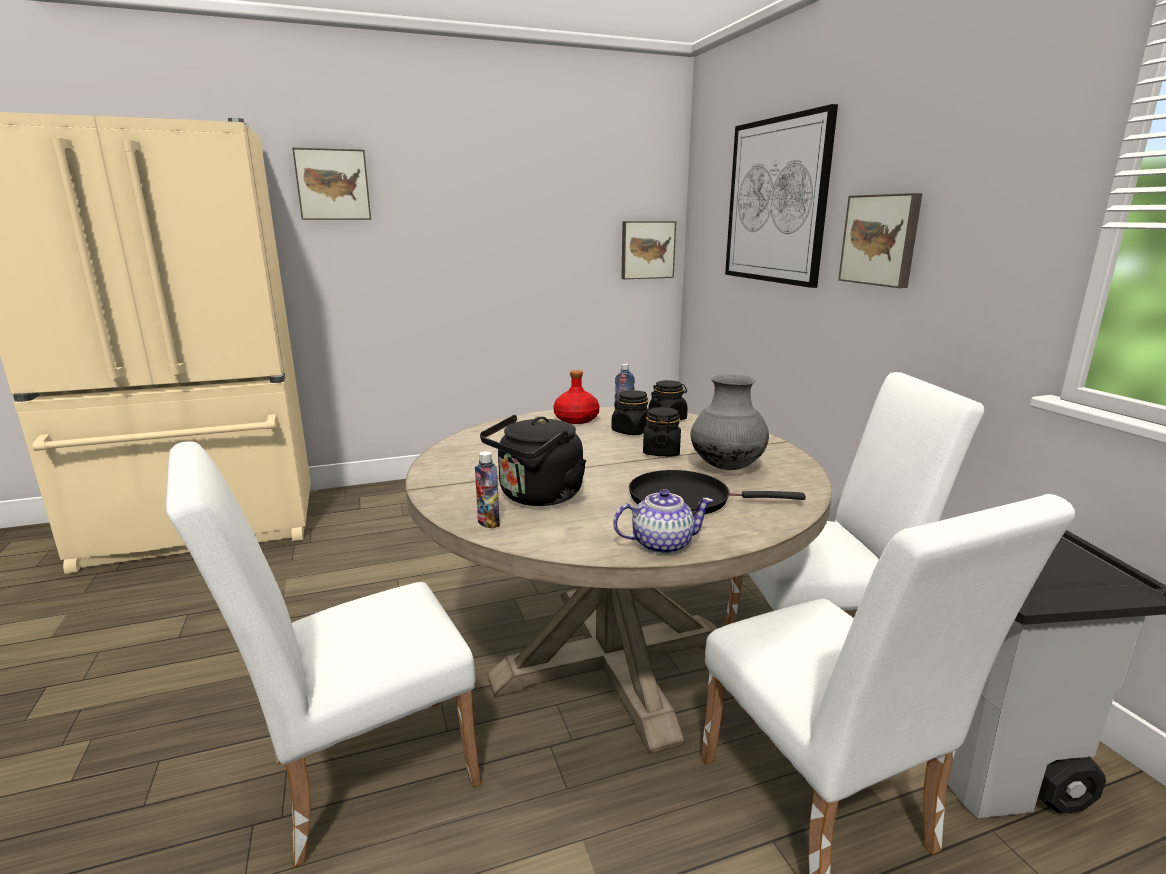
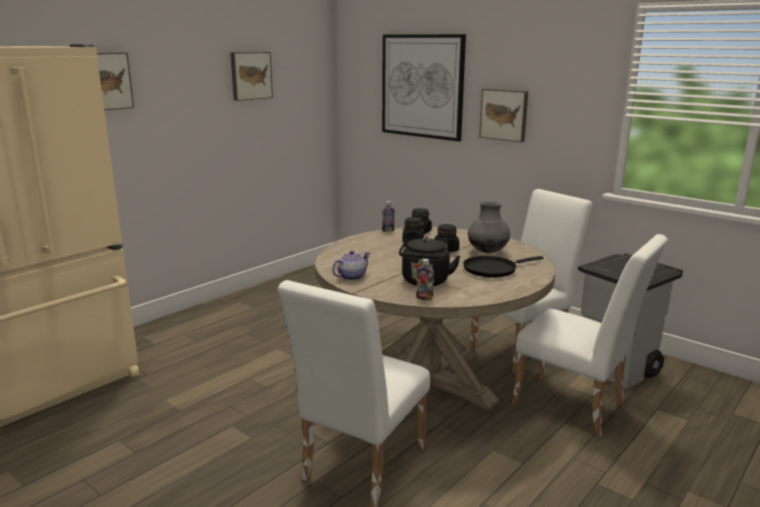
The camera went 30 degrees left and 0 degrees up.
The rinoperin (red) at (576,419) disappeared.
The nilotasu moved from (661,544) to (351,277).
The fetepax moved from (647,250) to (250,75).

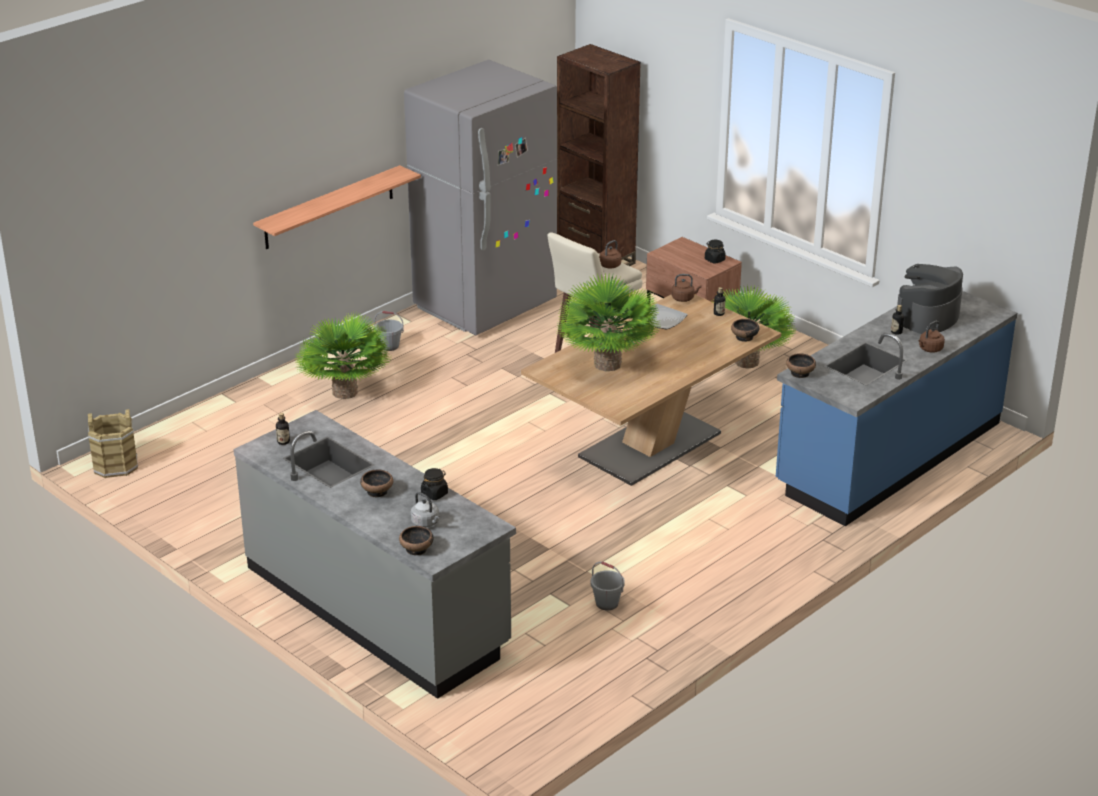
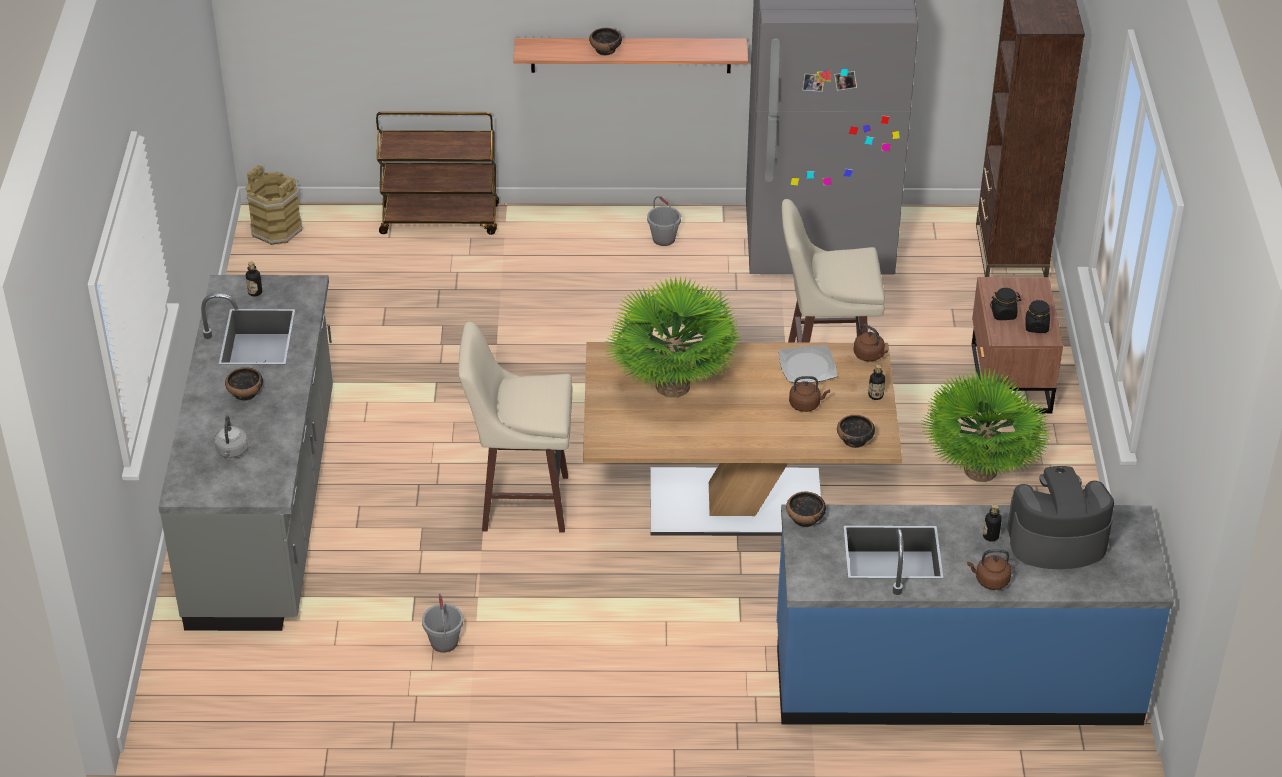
The camera went 45 degrees right and 10 degrees up.
The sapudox at (345,392) disappeared.
The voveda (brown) at (441,219) appeared.
The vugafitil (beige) at (521,502) appeared.
The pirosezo moved from (417,549) to (605,50).
The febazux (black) moved from (434,494) to (1003,314).
The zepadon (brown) moved from (611,265) to (806,404).

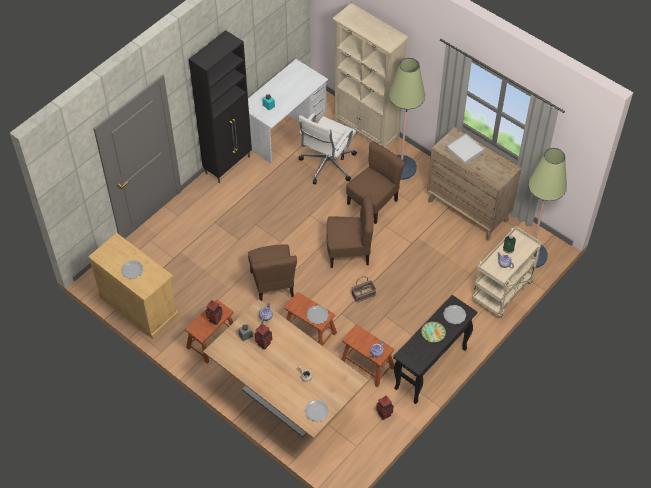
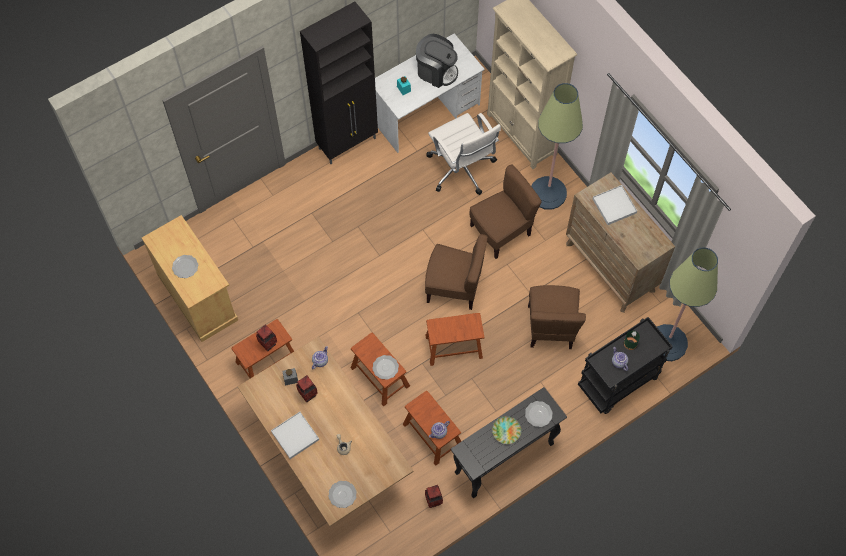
The camera went 15 degrees right and 10 degrees up.
The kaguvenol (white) at (295,435) appeared.
The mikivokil at (436,71) appeared.
The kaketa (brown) moved from (273,284) to (551,327).
The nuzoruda at (363,295) was replaced by the vugafitil (brown) at (454,346).
The voveda (beige) at (502,293) became the voveda (black) at (617,383).
The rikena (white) at (327,165) turned 75 degrees counterclockwise.

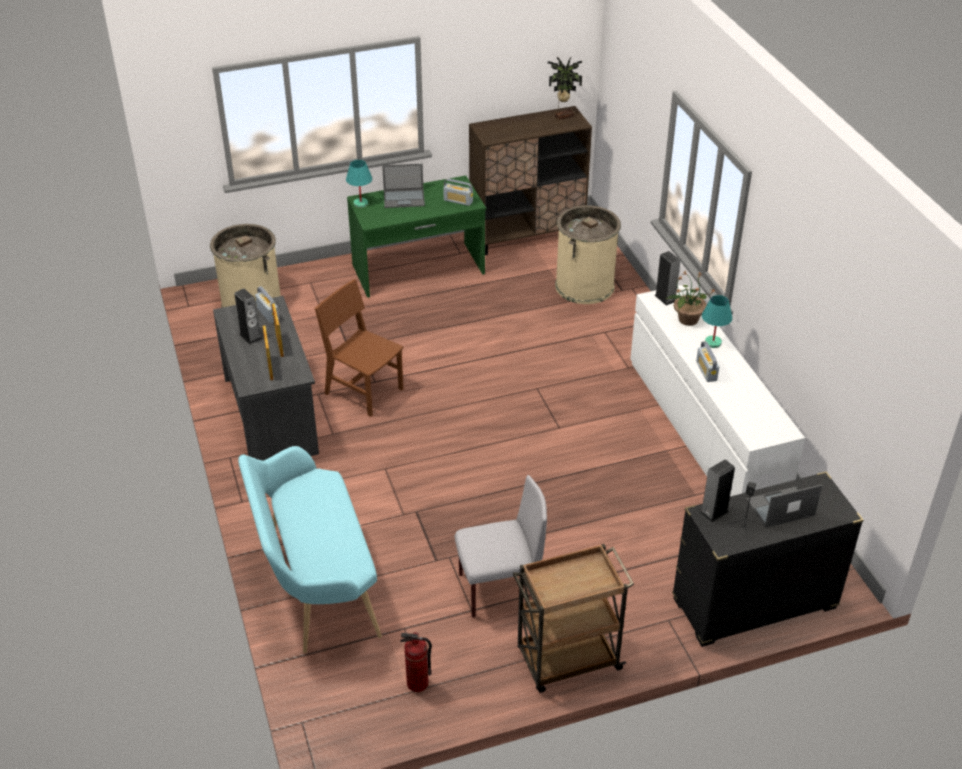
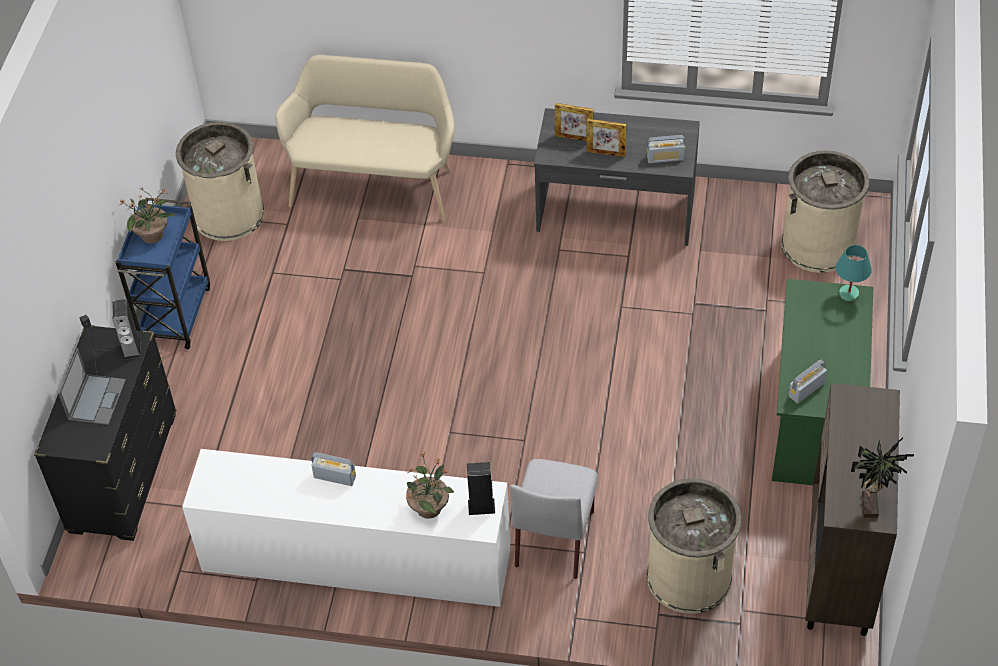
The camera went 120 degrees right and 10 degrees up.
The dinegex at (250,336) disappeared.
The kaketa (brown) at (364,391) disappeared.
The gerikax at (404,198) disappeared.
The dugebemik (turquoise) at (712,343) disappeared.
The sapudox at (153,235) appeared.
The kaketa (grey) moved from (500,589) to (555,537).
The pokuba at (417,683) was replaced by the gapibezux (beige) at (228,214).
The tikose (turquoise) at (315,585) became the tikose (beige) at (374,184).
The voveda (brown) at (567,660) became the voveda (blue) at (175,313).

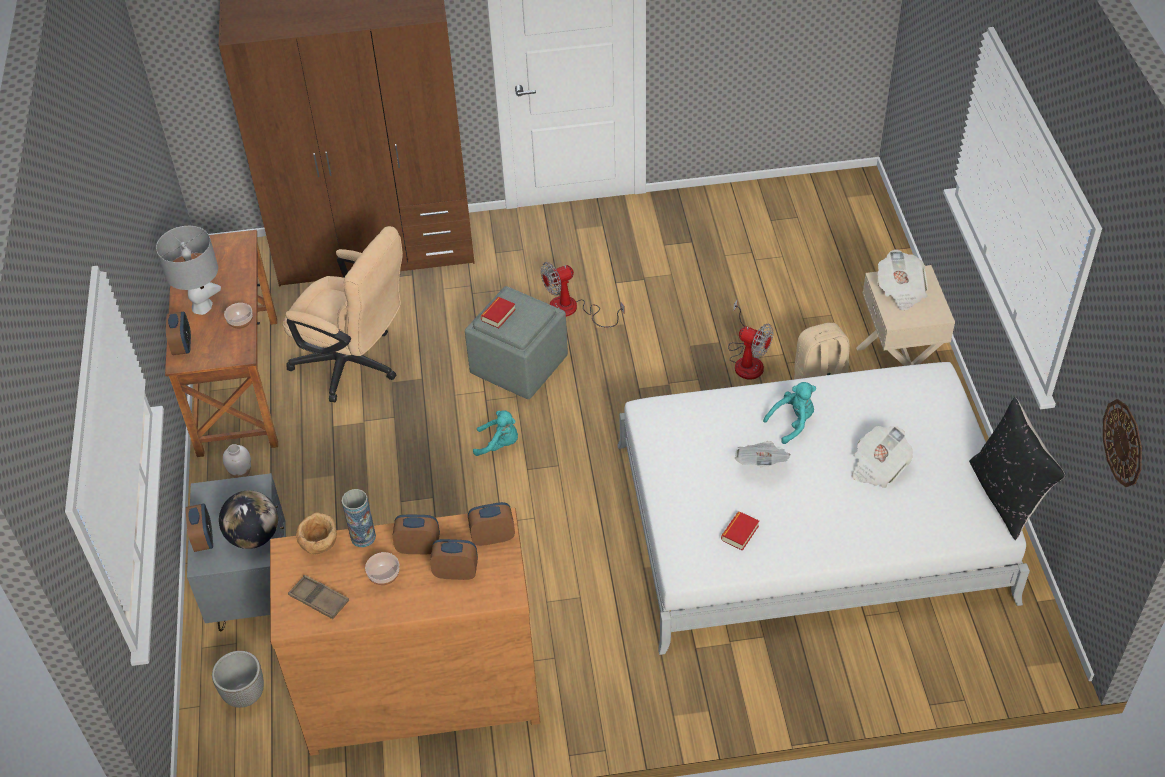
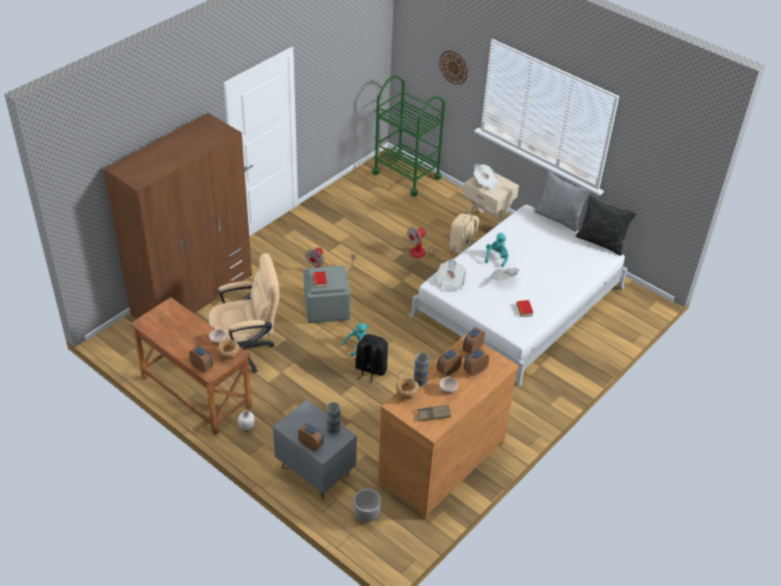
The camera went 45 degrees left and 5 degrees down.
The dugebemik (grey) at (202,306) disappeared.
The pirosezo (brown) at (229,356) appeared.
The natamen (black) at (370,370) appeared.
The voveda (green) at (406,175) appeared.
The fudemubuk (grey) at (558,218) appeared.
The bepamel moved from (878,467) to (450,282).
The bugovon moved from (1123,443) to (453,67).
The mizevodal at (254,536) was replaced by the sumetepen at (333,429).
The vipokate at (747,360) turned 150 degrees clockwise.

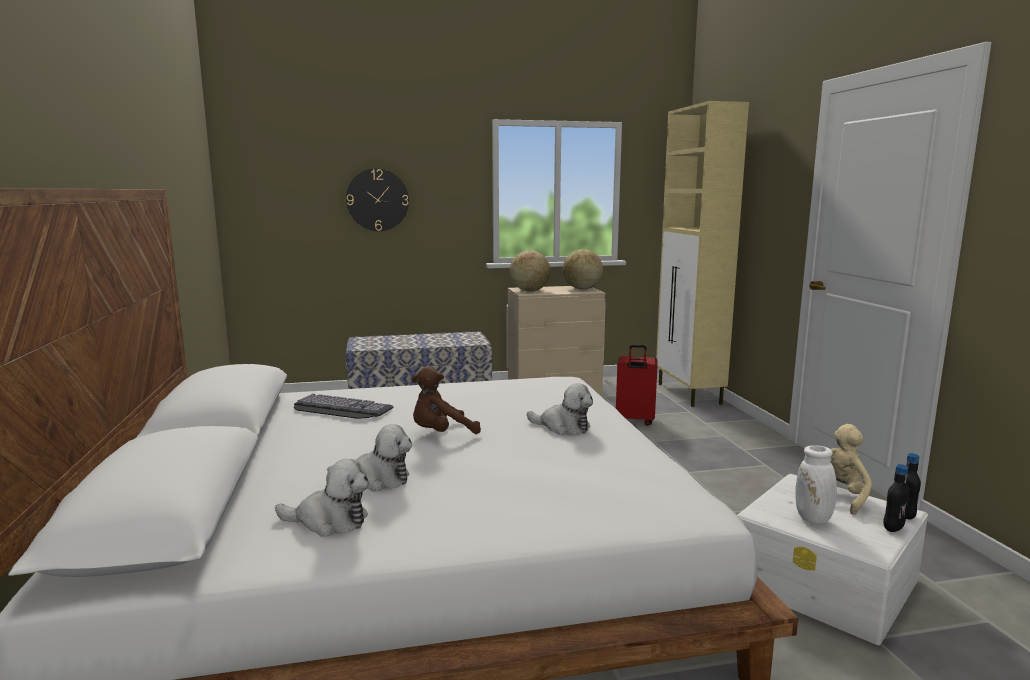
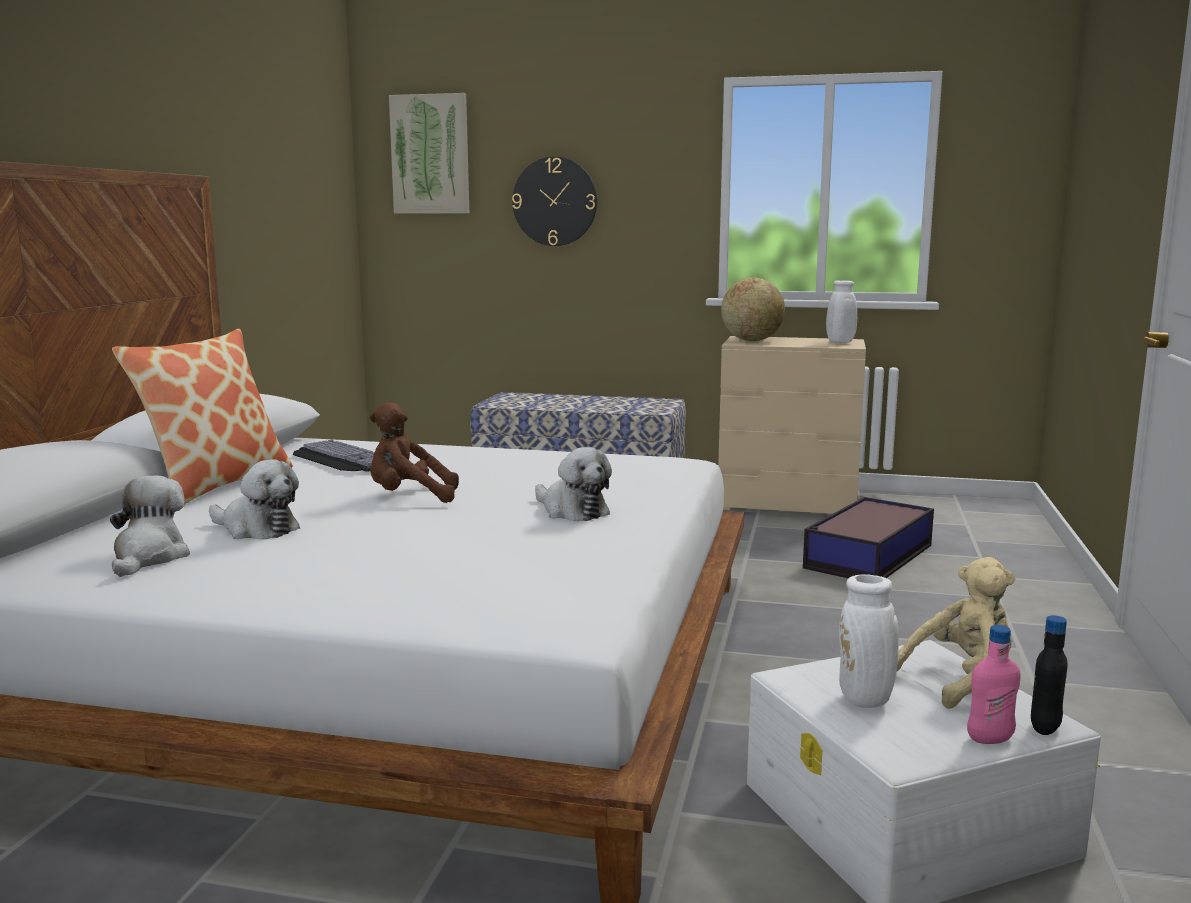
The camera went 25 degrees right and 0 degrees up.
The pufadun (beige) at (689,394) disappeared.
The fudemubuk at (215,484) appeared.
The fetepax at (430,154) appeared.
The mizevodal at (582,289) was replaced by the sumetepen (white) at (839,342).
The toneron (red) at (634,421) was replaced by the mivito at (867,557).
The rinoperin (black) at (893,528) became the rinoperin (pink) at (989,739).
The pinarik at (329,521) turned 120 degrees counterclockwise.

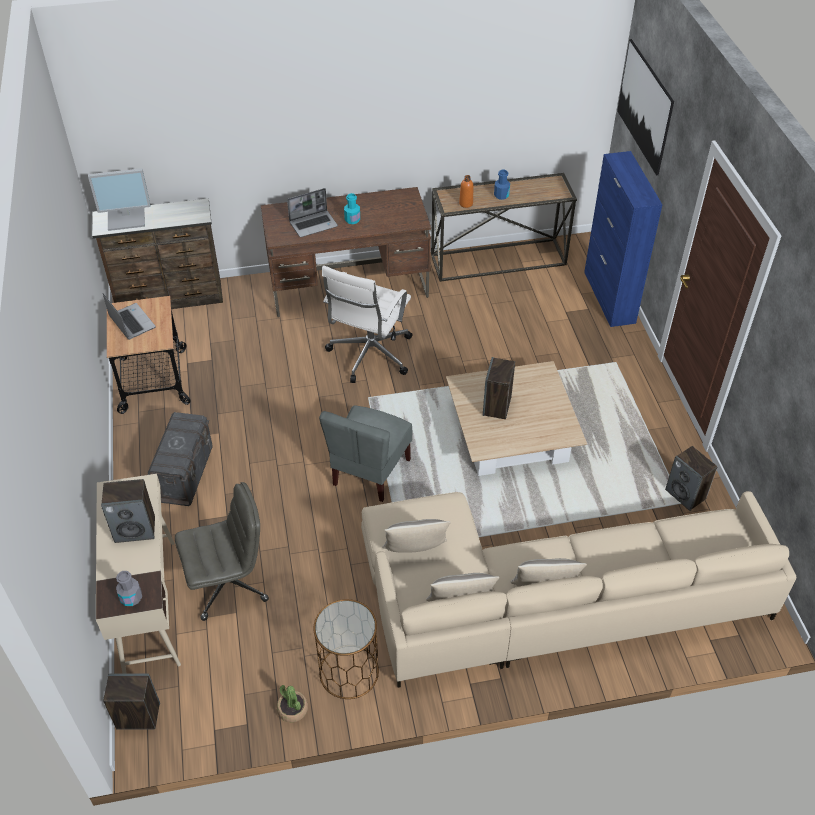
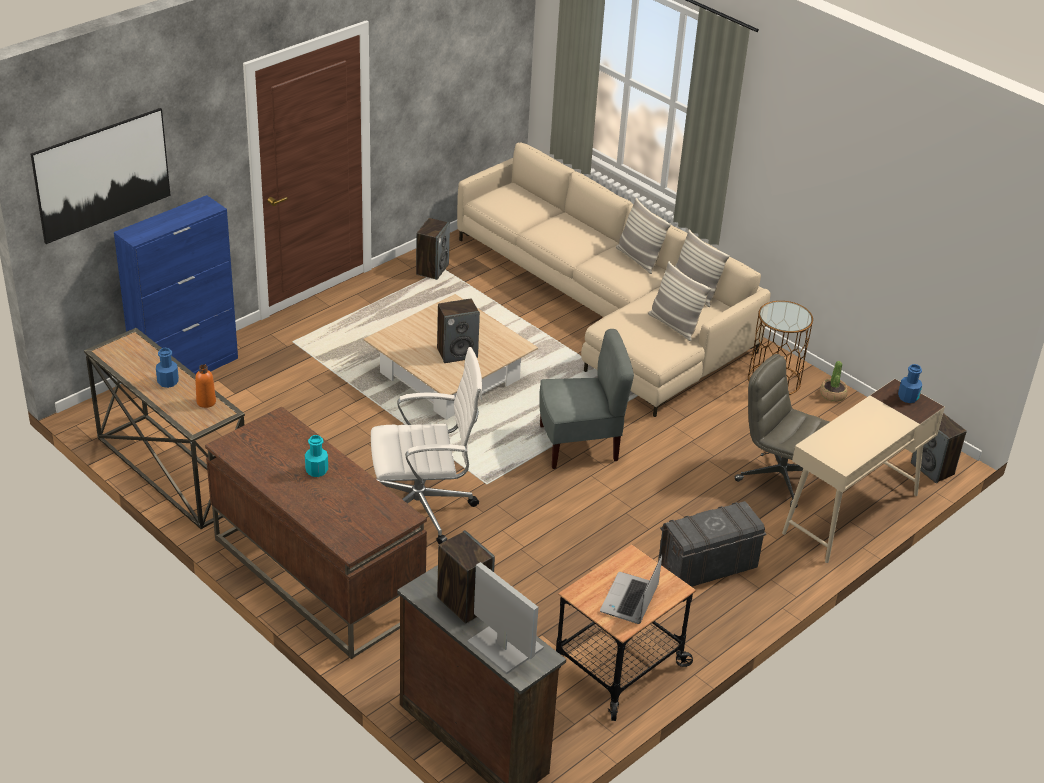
The camera went 125 degrees left and 10 degrees down.
The gerikax at (314,224) disappeared.
The dinegex moved from (135,529) to (463,603).
The rinoperin (grey) at (131,598) became the rinoperin (blue) at (908,397).

